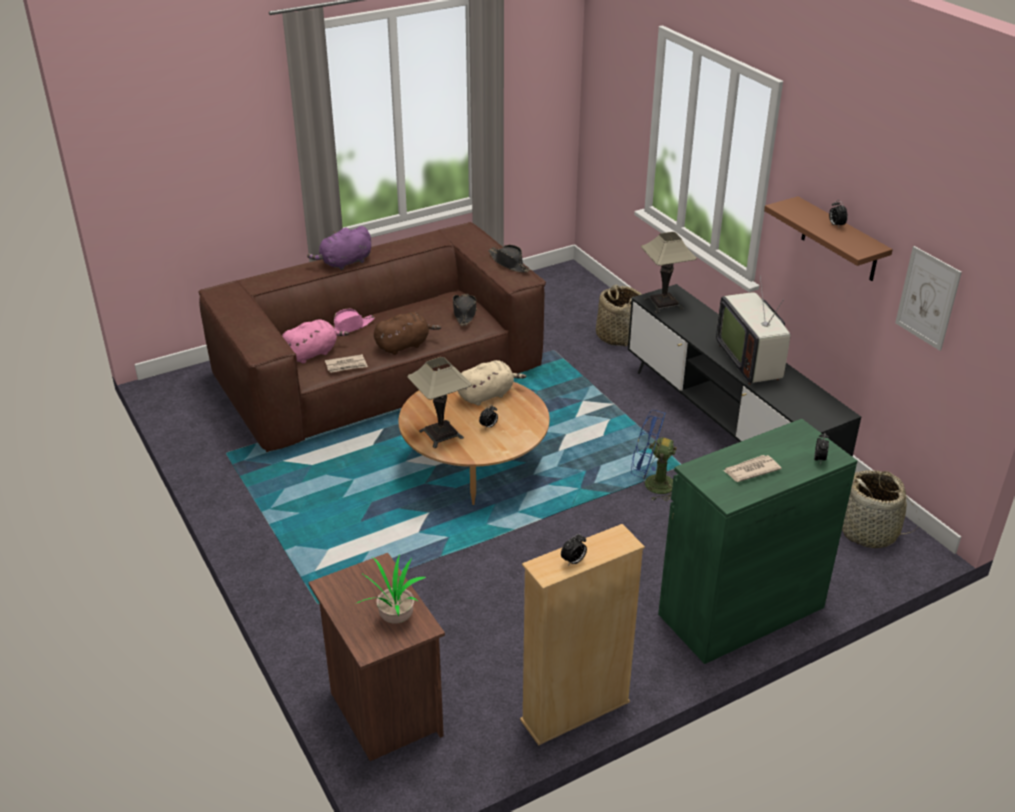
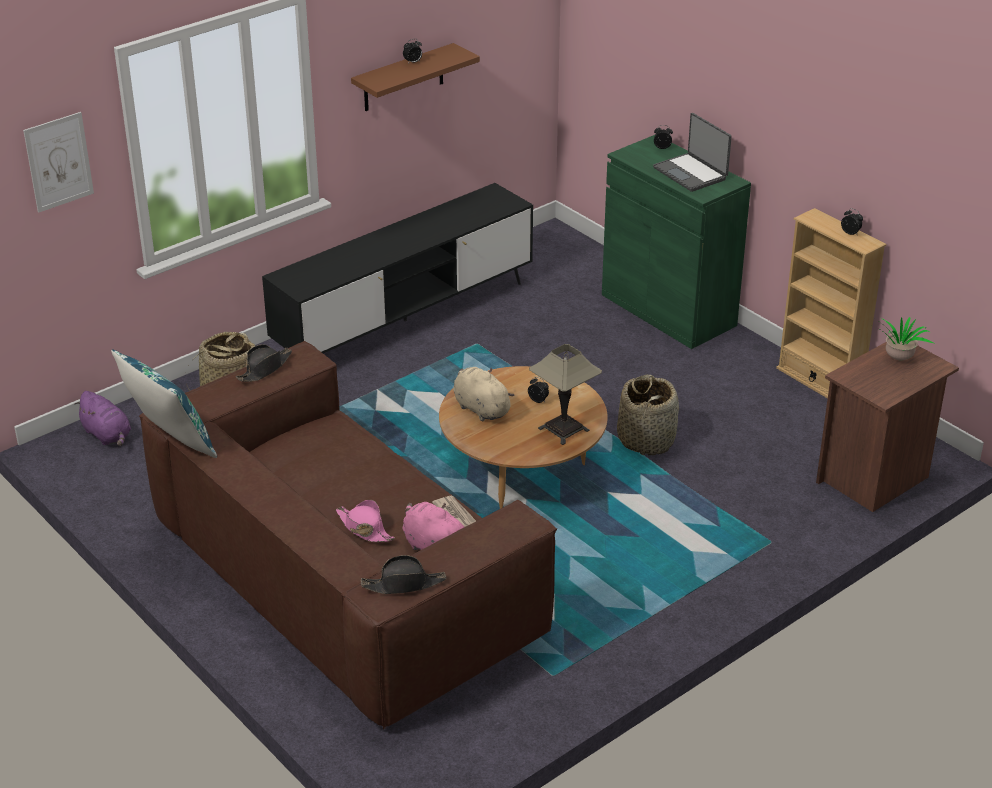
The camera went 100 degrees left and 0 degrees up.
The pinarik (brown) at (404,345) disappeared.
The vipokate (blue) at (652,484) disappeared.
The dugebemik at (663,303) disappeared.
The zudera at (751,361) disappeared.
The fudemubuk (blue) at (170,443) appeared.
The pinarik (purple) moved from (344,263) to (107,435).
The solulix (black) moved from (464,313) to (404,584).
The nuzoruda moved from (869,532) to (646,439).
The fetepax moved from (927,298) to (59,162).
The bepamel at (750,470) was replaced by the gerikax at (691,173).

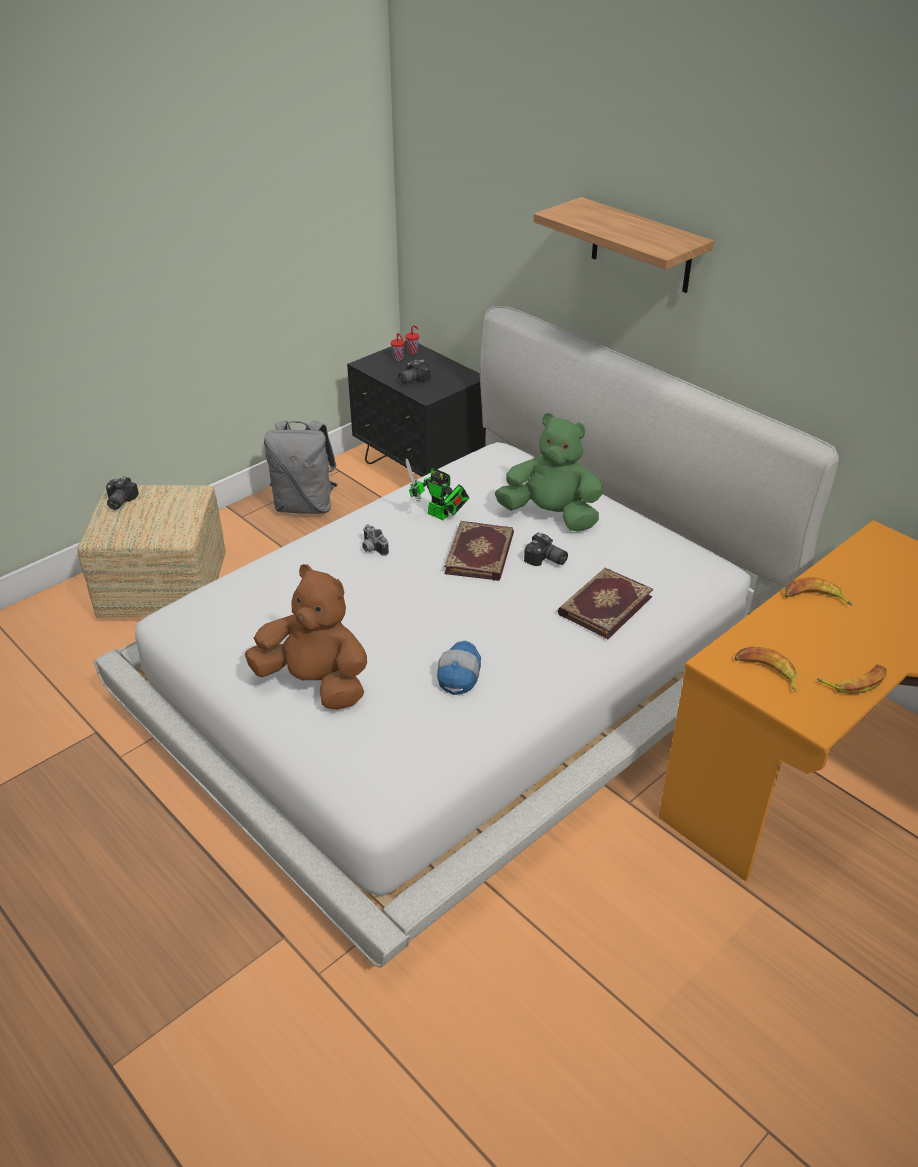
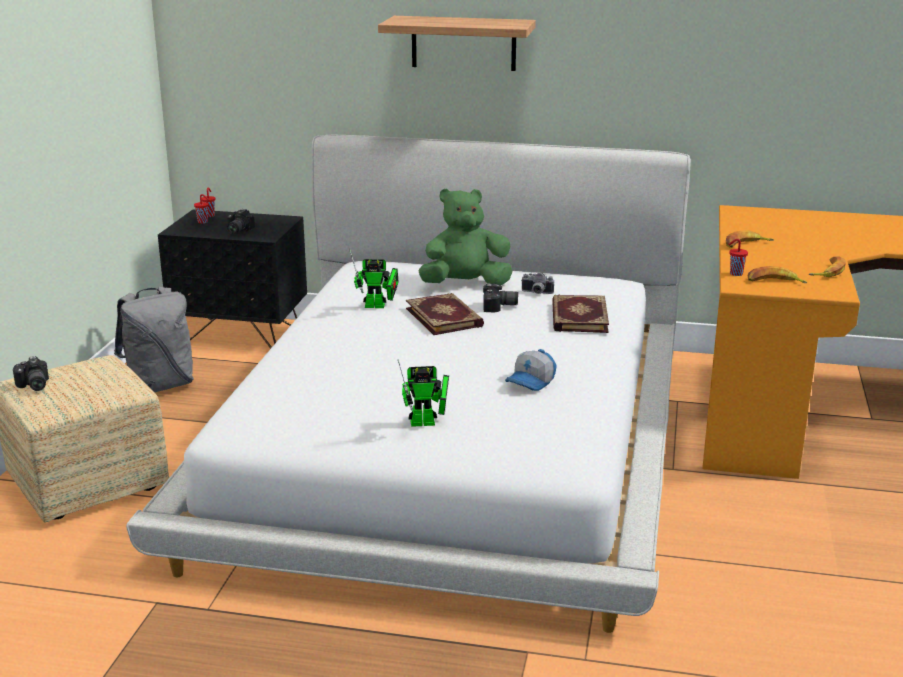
The camera went 35 degrees left and 15 degrees down.
The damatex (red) at (735,274) appeared.
The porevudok moved from (372,549) to (536,293).
The pinarik (brown) at (315,683) was replaced by the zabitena at (427,423).
The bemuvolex at (458,674) turned 120 degrees counterclockwise.

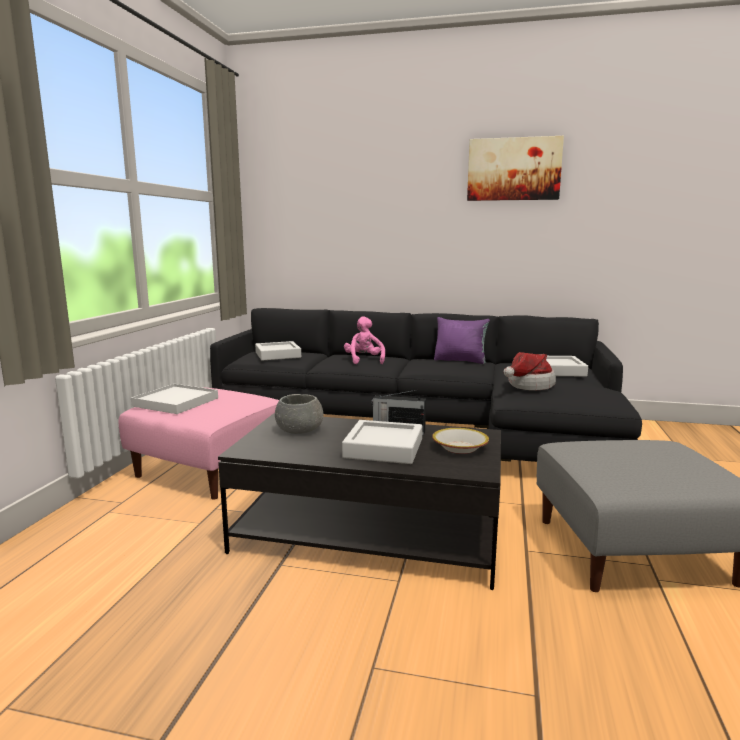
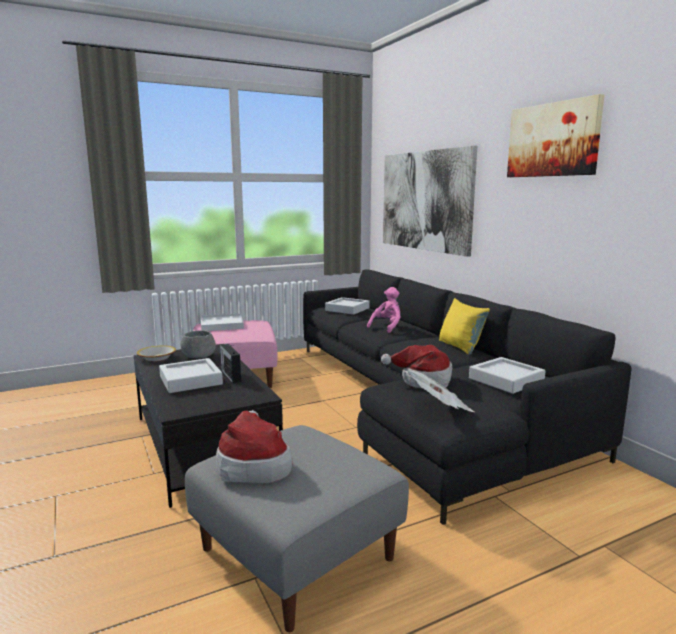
The camera went 50 degrees right and 0 degrees up.
The solulix at (253,465) appeared.
The fetepax at (425,201) appeared.
The bepamel at (438,408) appeared.
The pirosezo moved from (459,448) to (157,358).
The fudemubuk (purple) at (460,361) became the fudemubuk (yellow) at (460,347).

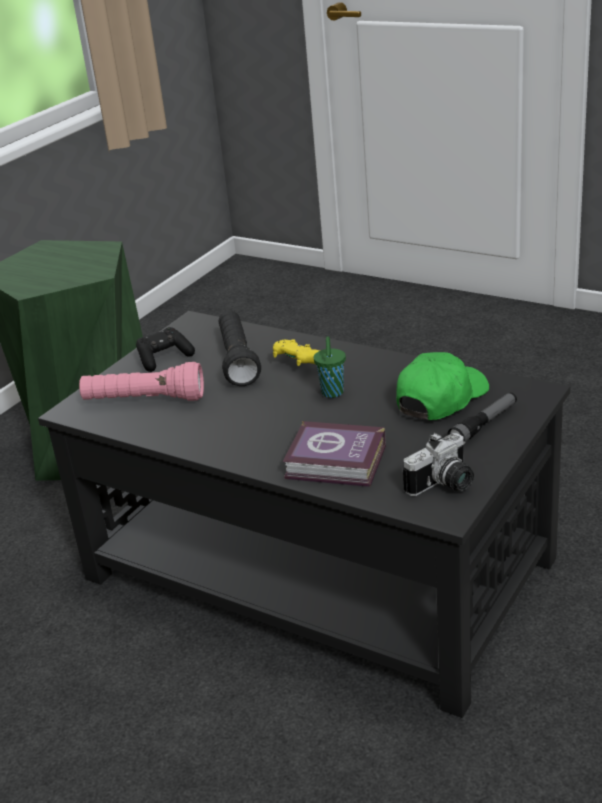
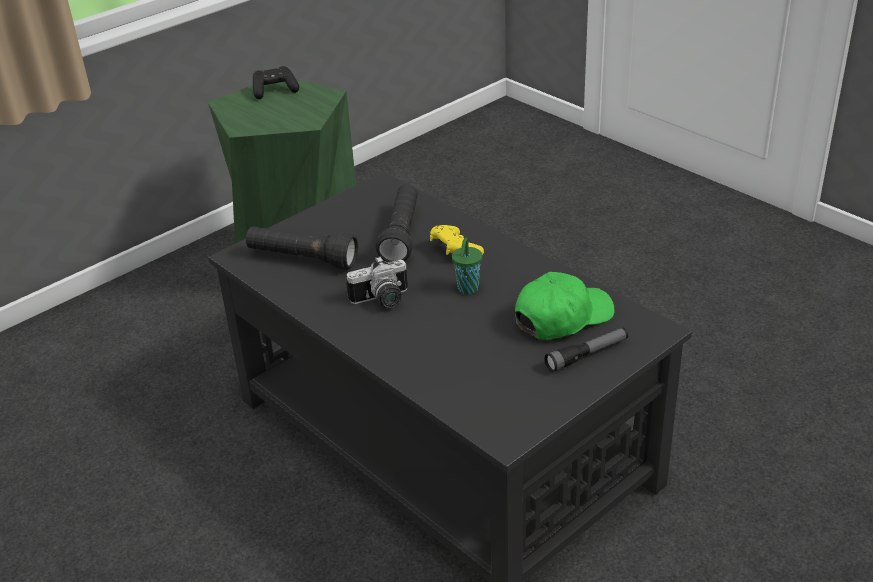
The camera went 15 degrees right and 5 degrees up.
The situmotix at (337,463) disappeared.
The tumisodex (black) moved from (164,358) to (275,91).
The porevudok moved from (444,486) to (382,301).
The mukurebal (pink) at (144,400) became the mukurebal (black) at (302,259).

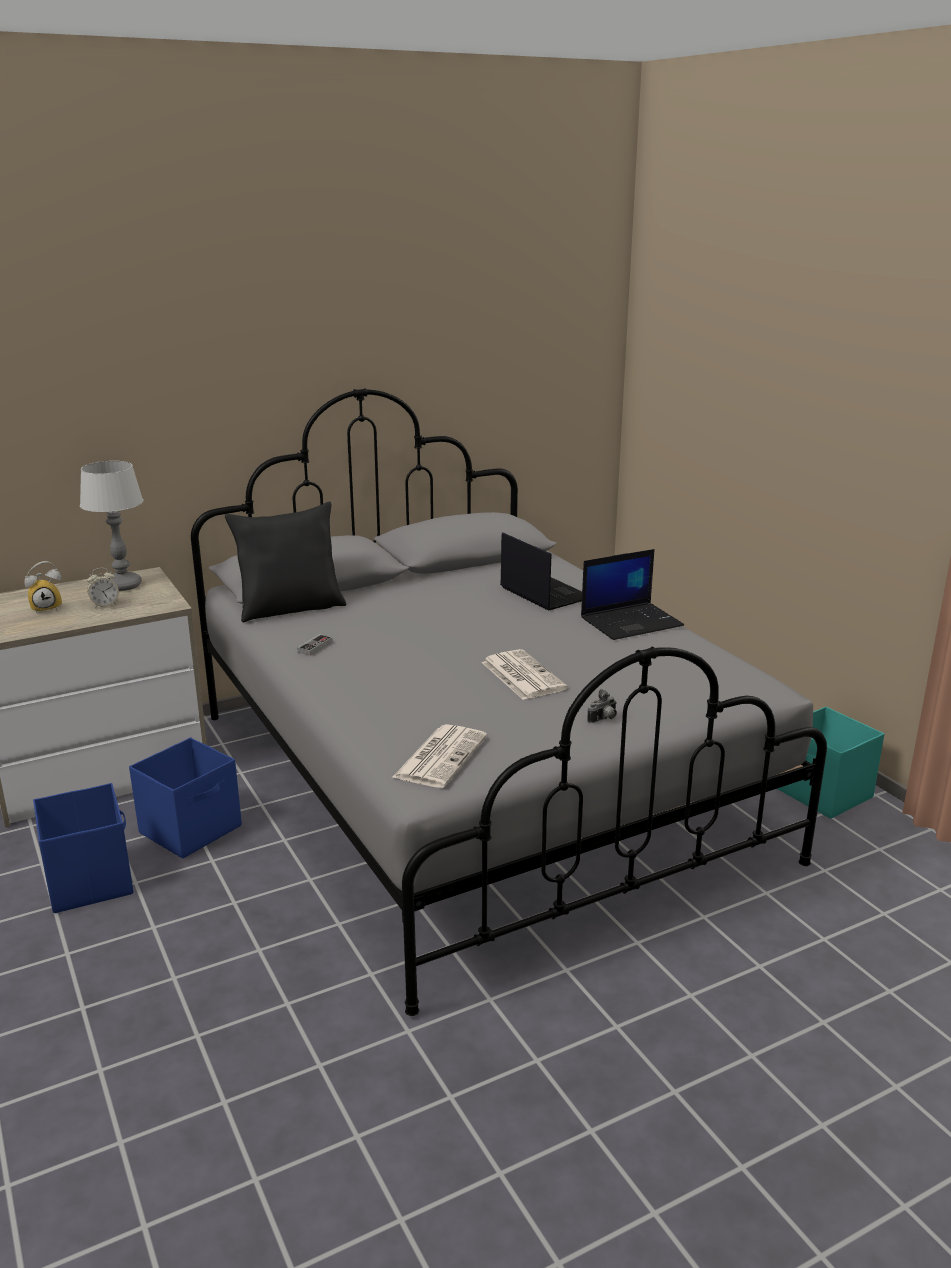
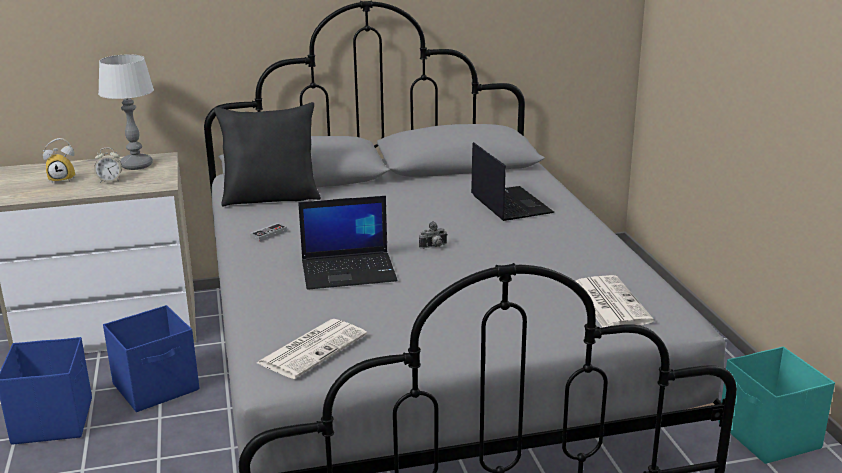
The camera went 15 degrees right and 0 degrees up.
The bepamel moved from (521,675) to (609,302).
The gerikax moved from (631,621) to (349,271).
The porevudok moved from (604,719) to (434,247).

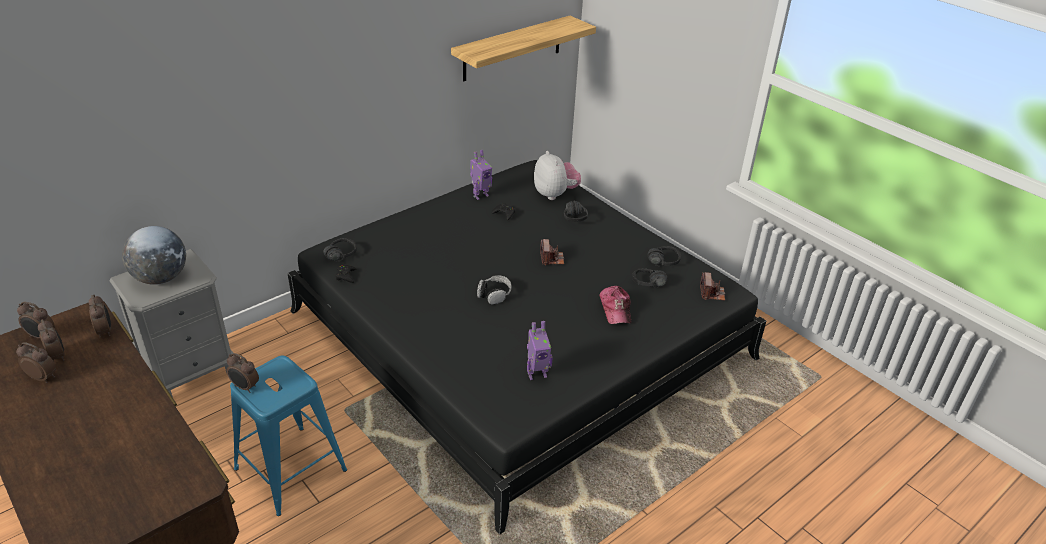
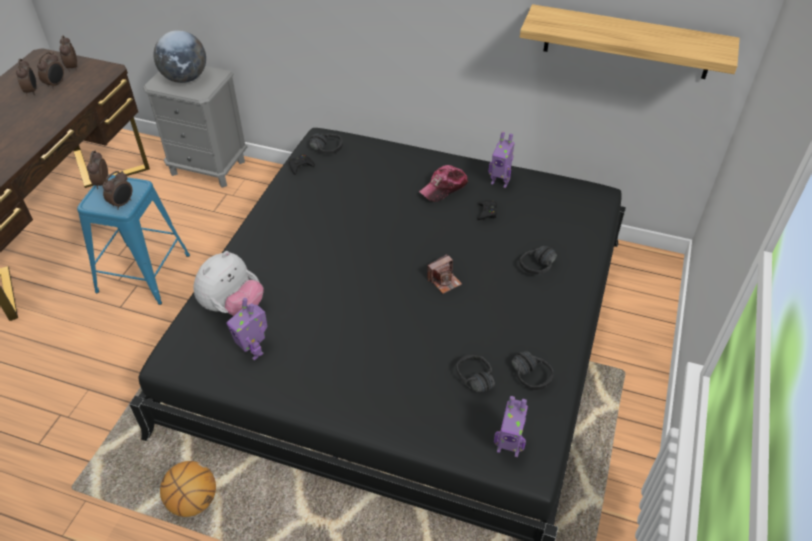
The camera went 60 degrees right and 10 degrees up.
The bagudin at (494,294) disappeared.
The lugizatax at (193,501) appeared.
The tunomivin moved from (105,331) to (122,203).
The pinarik moved from (555,194) to (233,307).
The bemuvolex moved from (615,309) to (444,188).
The porevudok at (712,293) was replaced by the zabitena at (508,447).

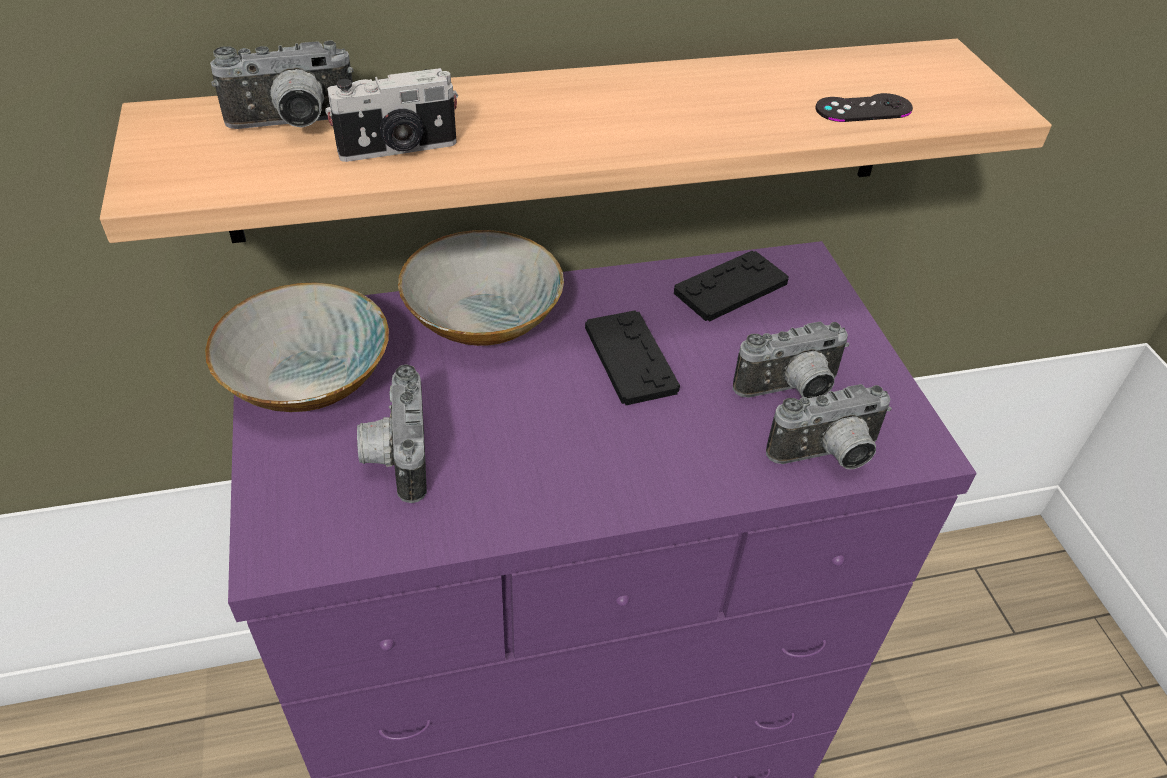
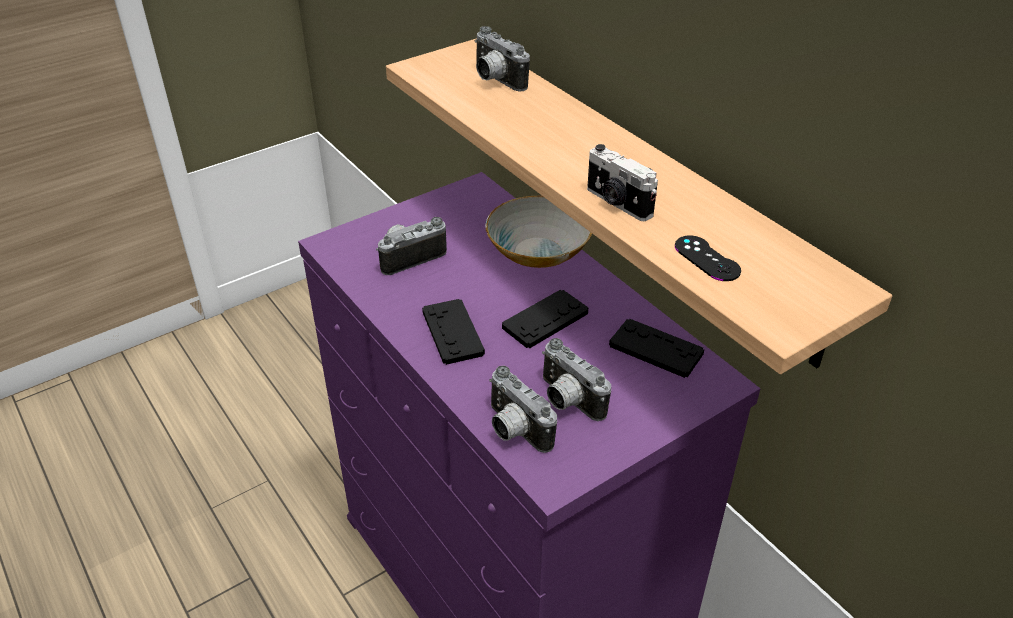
The camera went 70 degrees right and 5 degrees down.
The pirosezo at (308,380) disappeared.
The tumisodex (black) at (452,332) appeared.
The porevudok moved from (398,149) to (617,203).

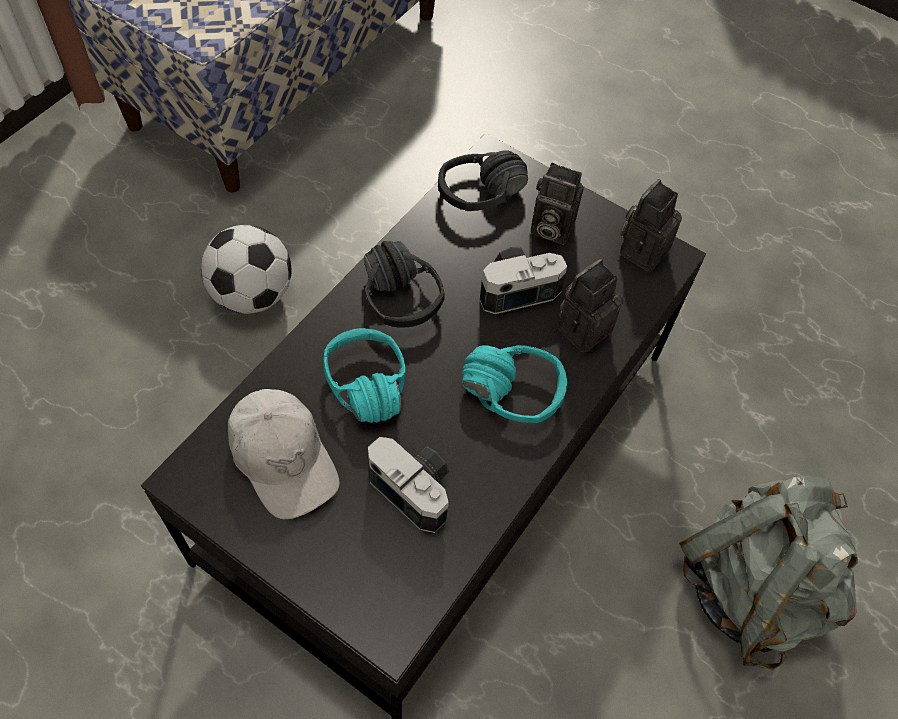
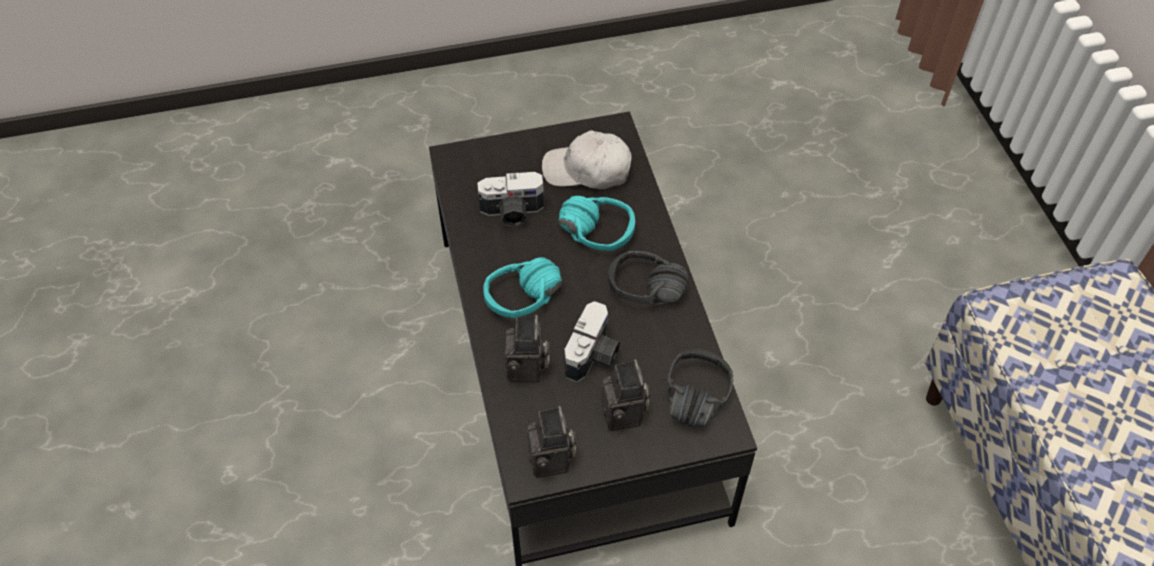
The camera went 135 degrees right and 5 degrees down.
The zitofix at (253,294) disappeared.
The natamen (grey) at (751,587) disappeared.
The porevudok at (549,228) turned 105 degrees clockwise.

